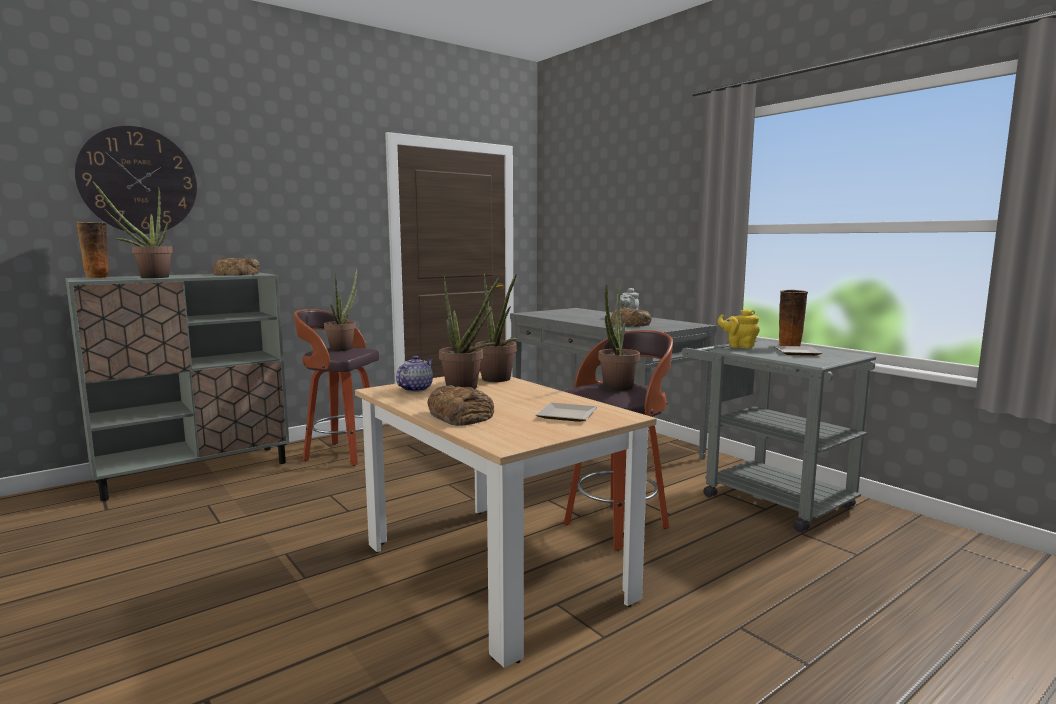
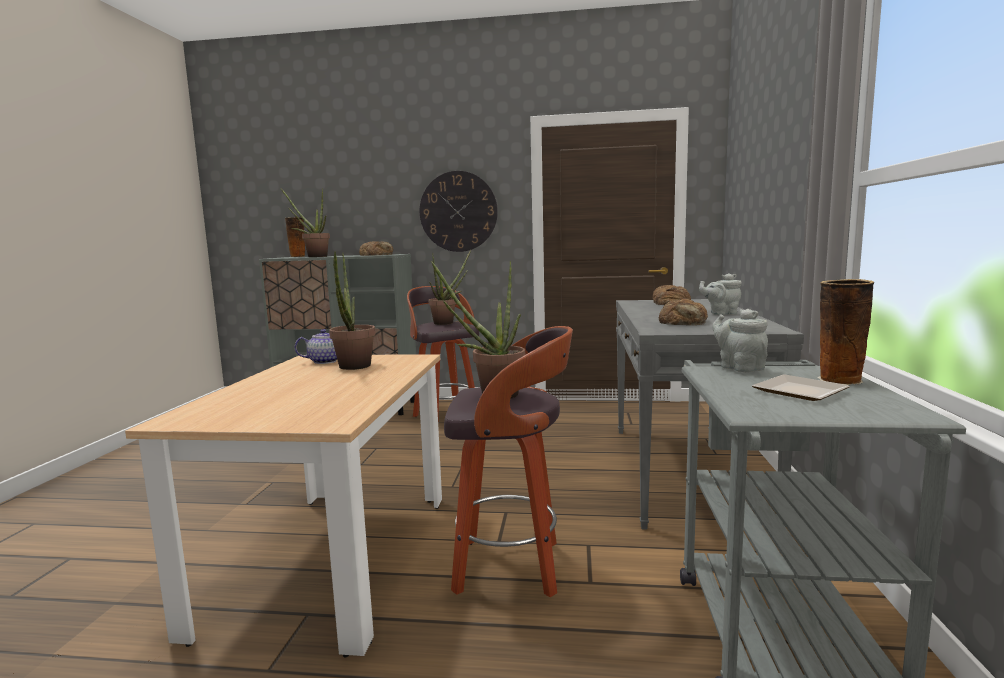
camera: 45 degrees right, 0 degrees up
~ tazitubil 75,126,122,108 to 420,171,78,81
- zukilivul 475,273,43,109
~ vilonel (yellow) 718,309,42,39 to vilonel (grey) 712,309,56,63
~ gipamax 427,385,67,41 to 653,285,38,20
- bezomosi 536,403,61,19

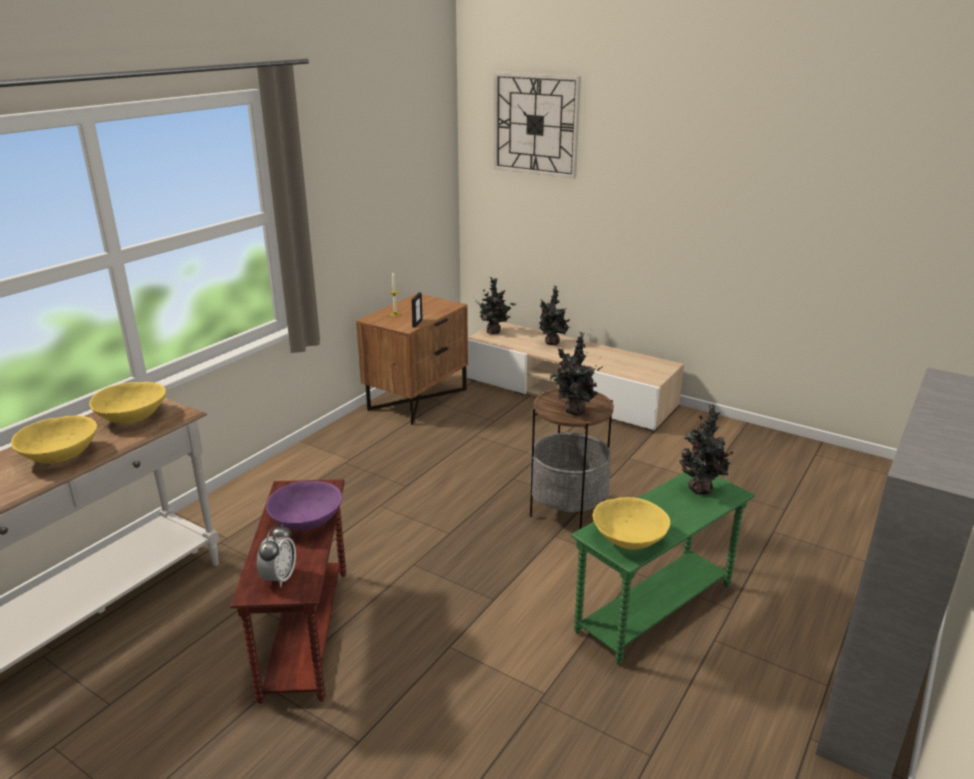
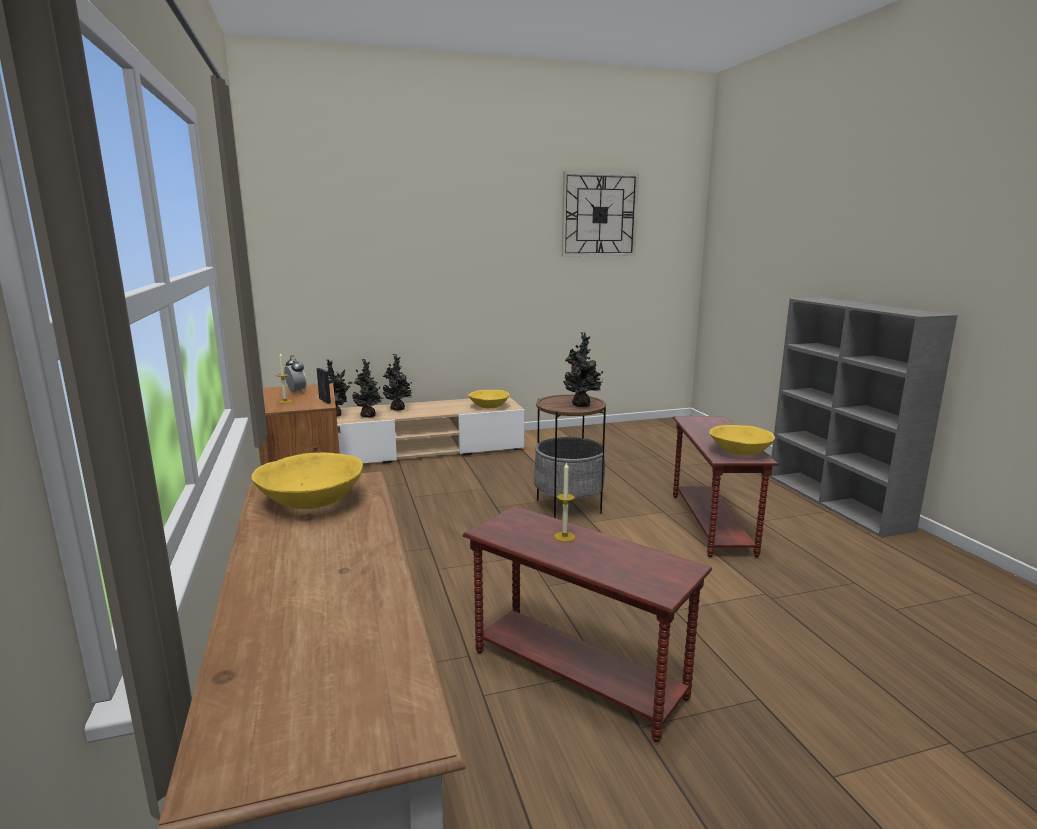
camera: 50 degrees left, 10 degrees down
~ tazitubil 494,72,87,107 to 562,172,77,85
~ zukilivul 679,404,54,91 to 352,359,32,59
~ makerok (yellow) 11,415,86,48 to 468,390,42,18
~ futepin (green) 571,468,184,197 to futepin (brown) 673,416,105,141
~ makerok (purple) 266,481,76,49 to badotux 554,462,21,80
~ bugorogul 257,524,39,64 to 284,355,23,38

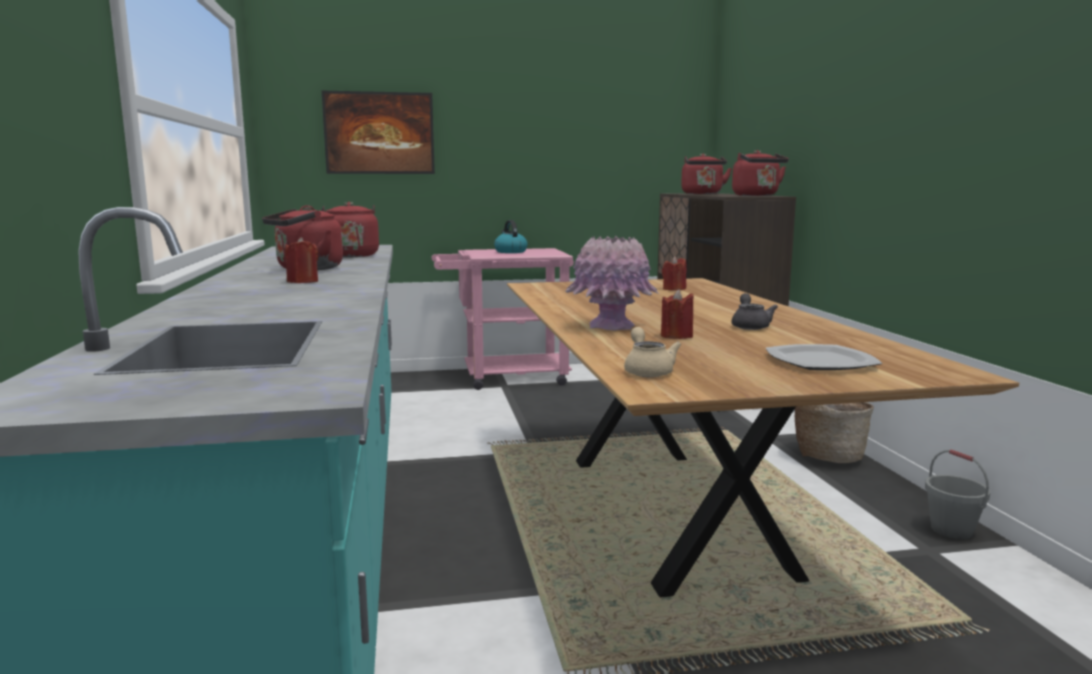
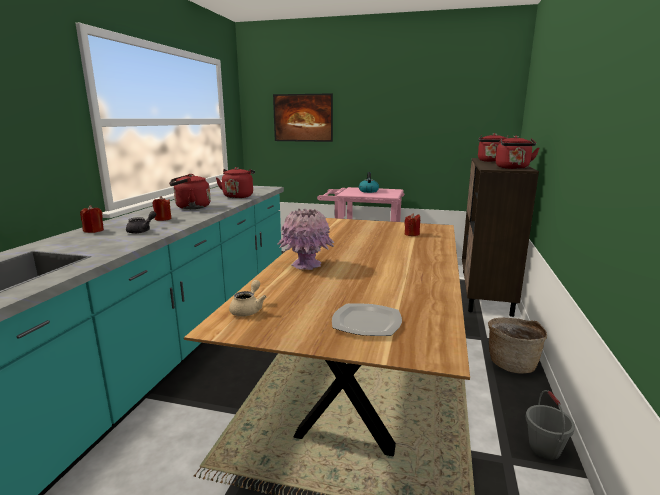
camera: 25 degrees right, 5 degrees up
~ badotux (red) 661,289,33,50 to 80,205,24,28
~ vilonel (grey) 731,293,47,37 to 126,211,30,23

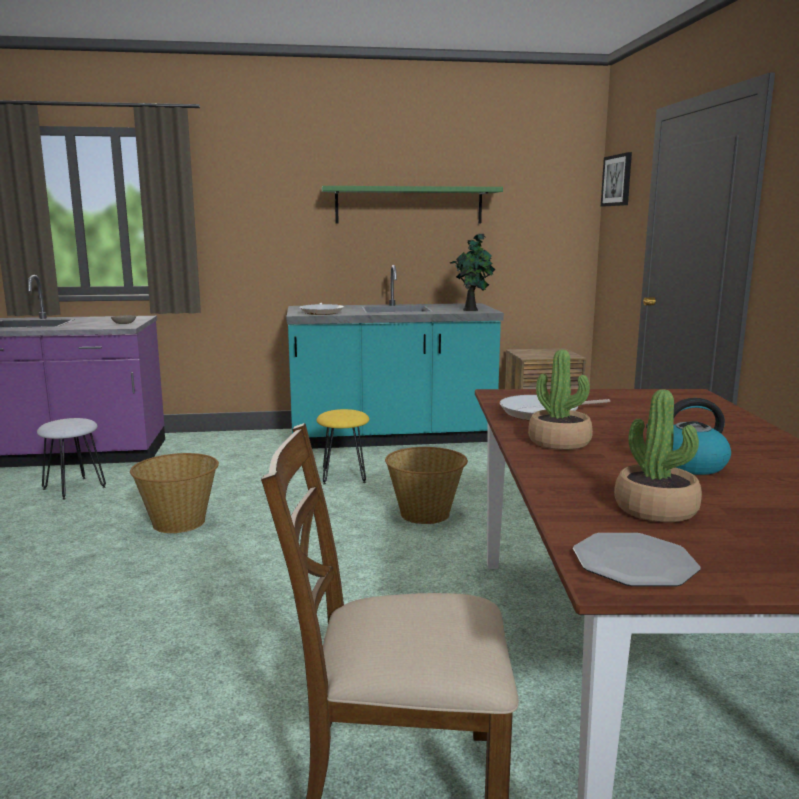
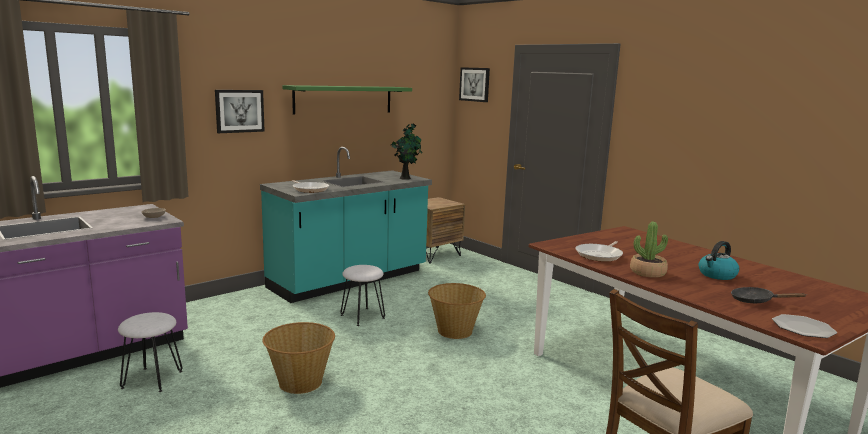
camera: 35 degrees left, 0 degrees up
~ zukilivul 614,389,88,134 to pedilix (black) 731,287,75,16
~ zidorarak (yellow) 316,409,53,75 to zidorarak (white) 340,265,45,61
+ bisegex 215,90,50,43

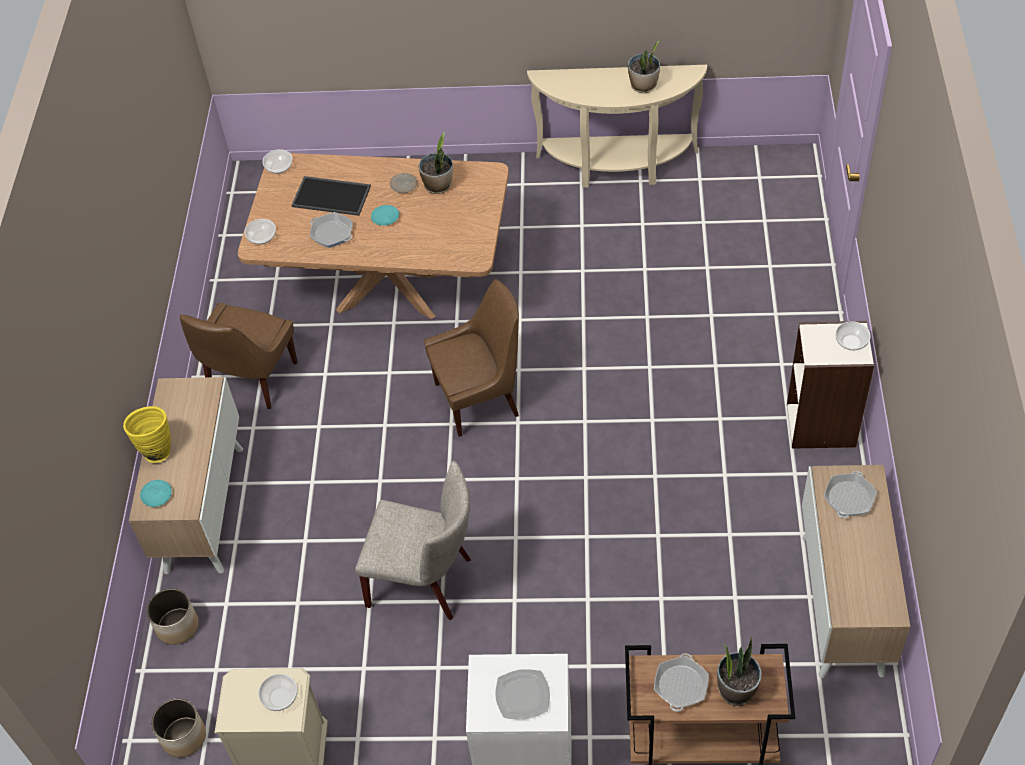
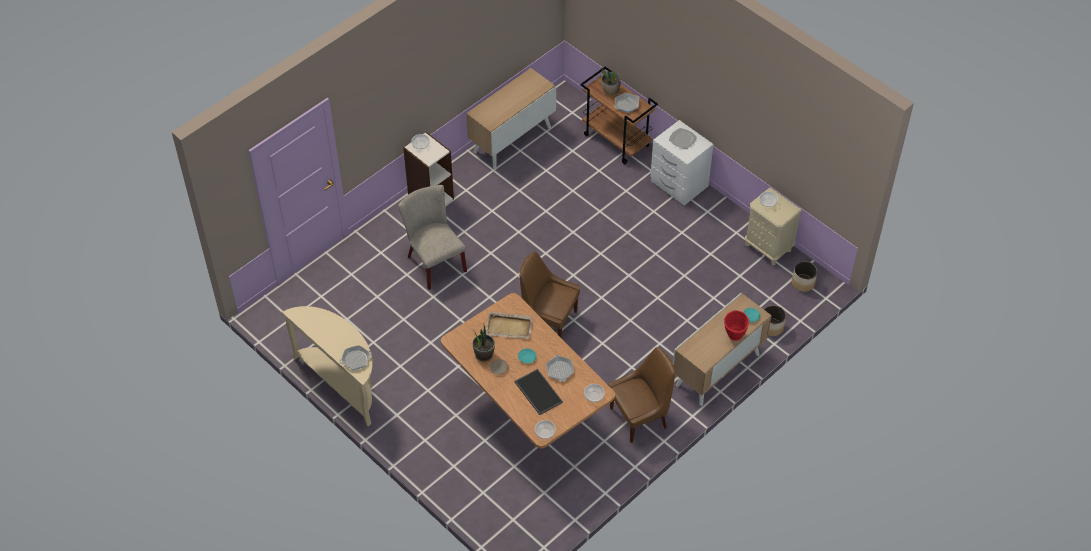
camera: 140 degrees left, 0 degrees up
- zukilivul 628,40,32,53
~ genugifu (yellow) 123,406,48,57 to genugifu (red) 724,310,25,31
~ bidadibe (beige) 355,461,116,159 to 398,185,69,105
~ pedilix 824,471,53,47 to 340,345,32,25
+ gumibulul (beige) 486,312,47,27

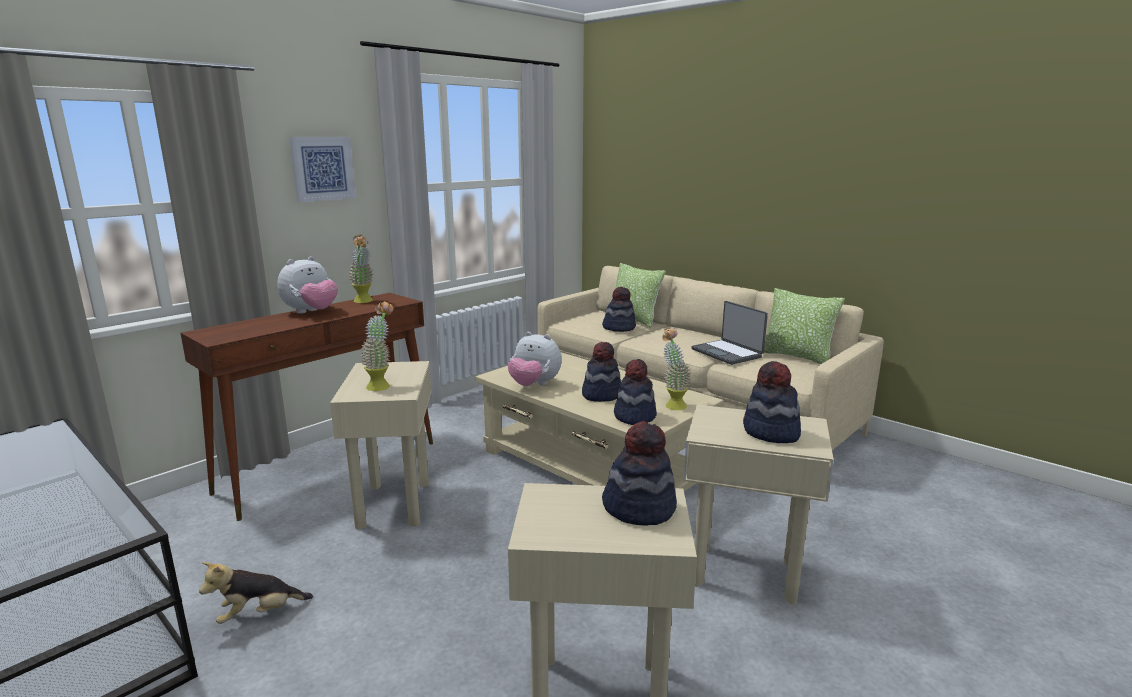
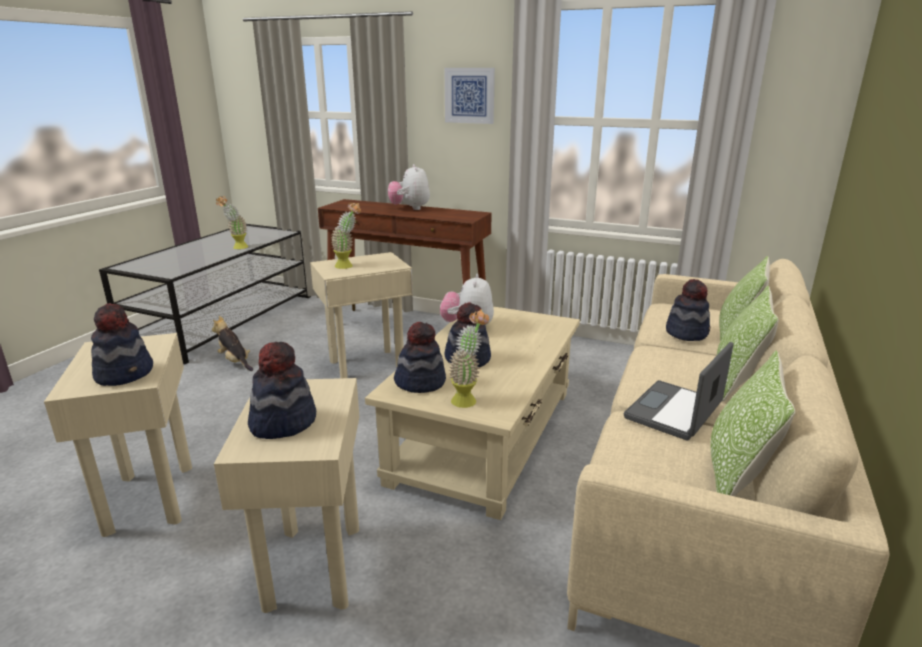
camera: 70 degrees right, 5 degrees up
~ zukilivul 348,235,26,68 to 216,196,32,53
~ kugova 277,256,61,58 = 388,164,42,46 60 degrees clockwise
+ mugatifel 717,286,62,116

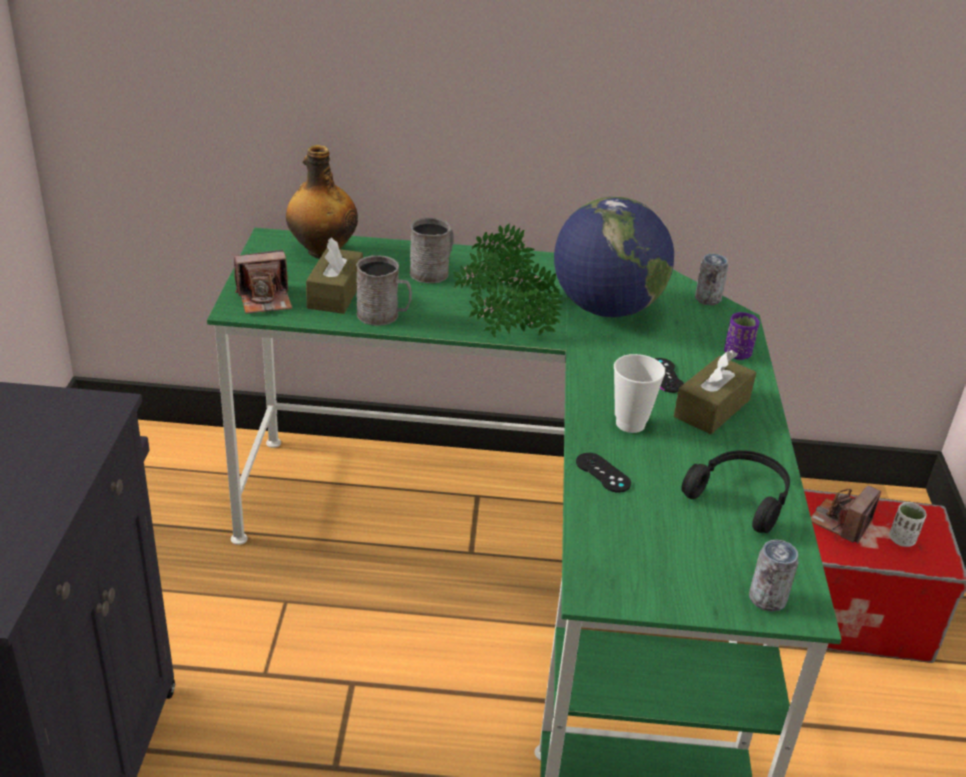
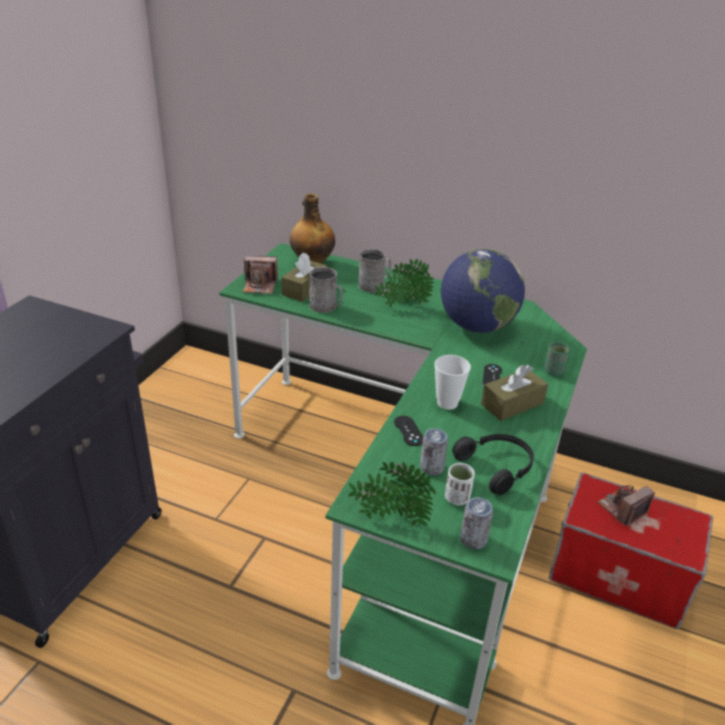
camera: 20 degrees right, 0 degrees up
~ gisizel 695,254,33,51 to 420,428,28,47
~ zukilivul 469,263,94,75 to 348,462,88,64
~ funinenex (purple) 724,312,36,48 to funinenex (green) 544,342,26,34
~ funinenex (white) 889,502,38,45 to 445,463,30,42

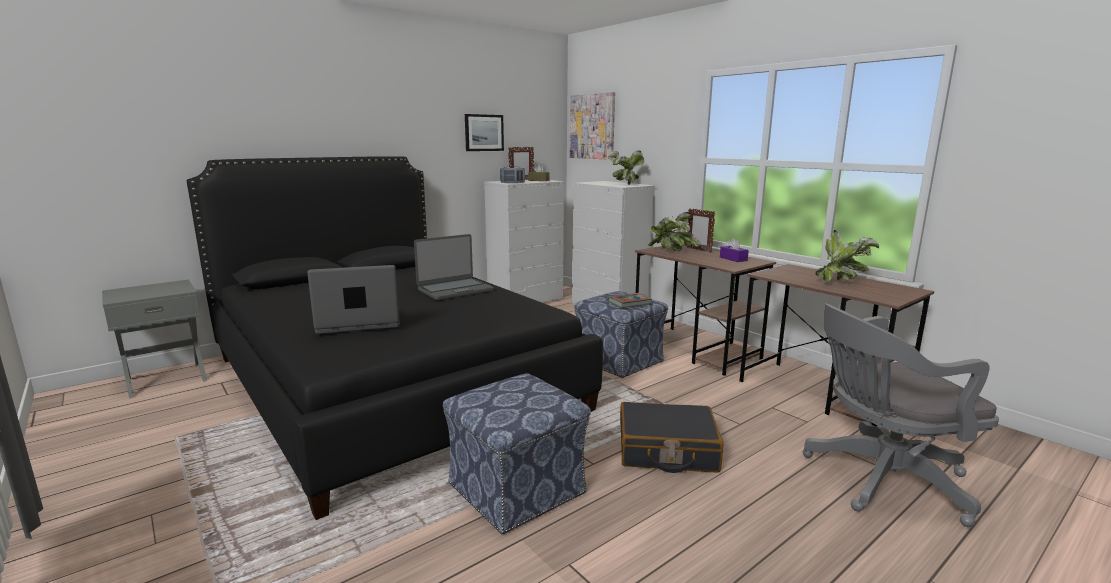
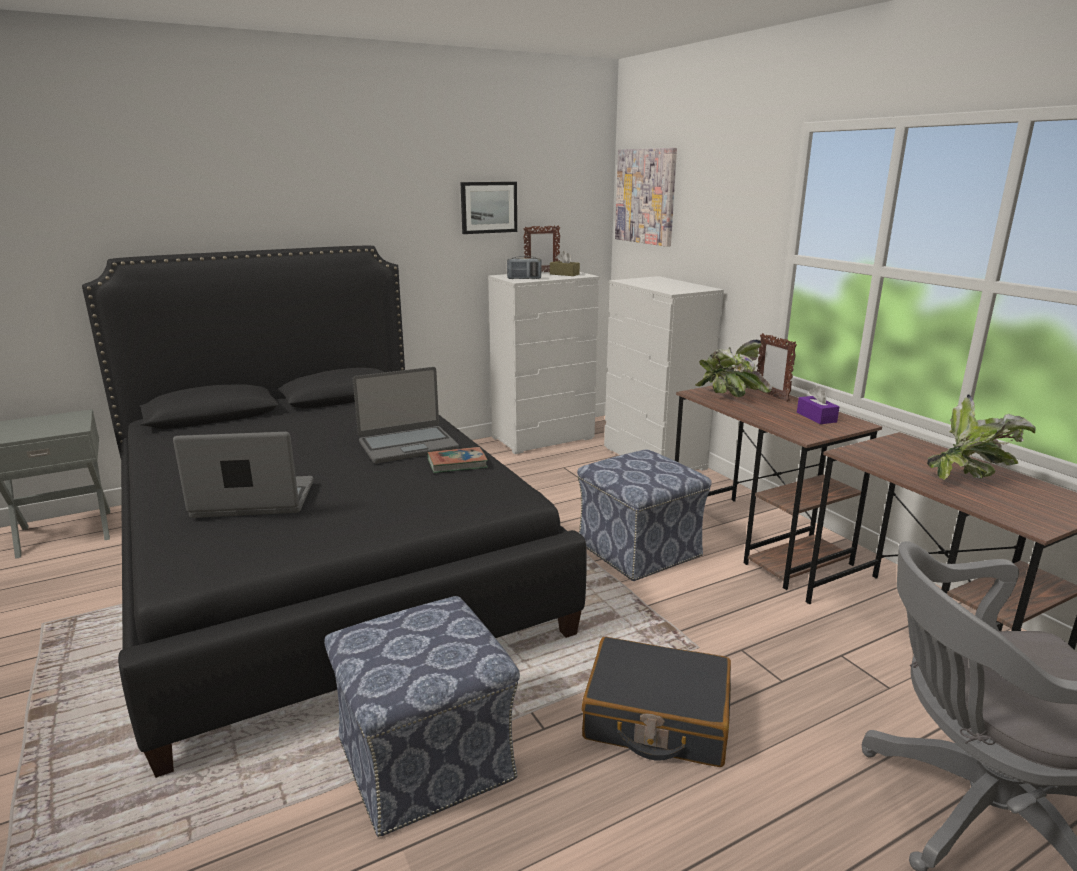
camera: 10 degrees right, 5 degrees up
- zukilivul 608,150,36,35
~ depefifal 608,293,44,15 to 428,447,60,26

